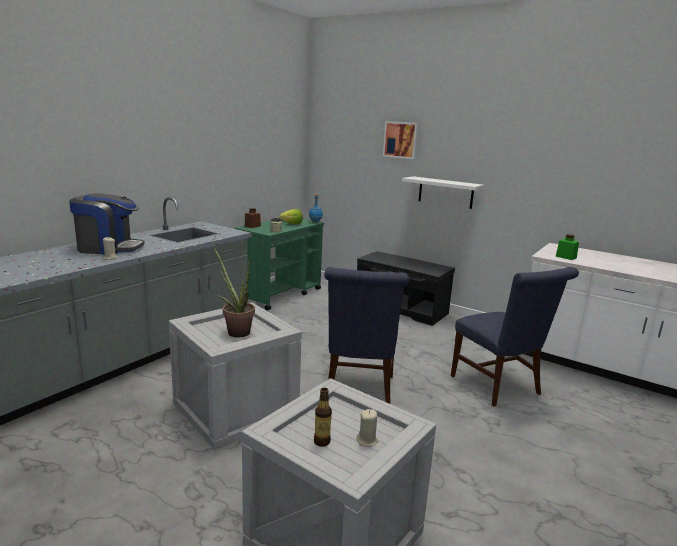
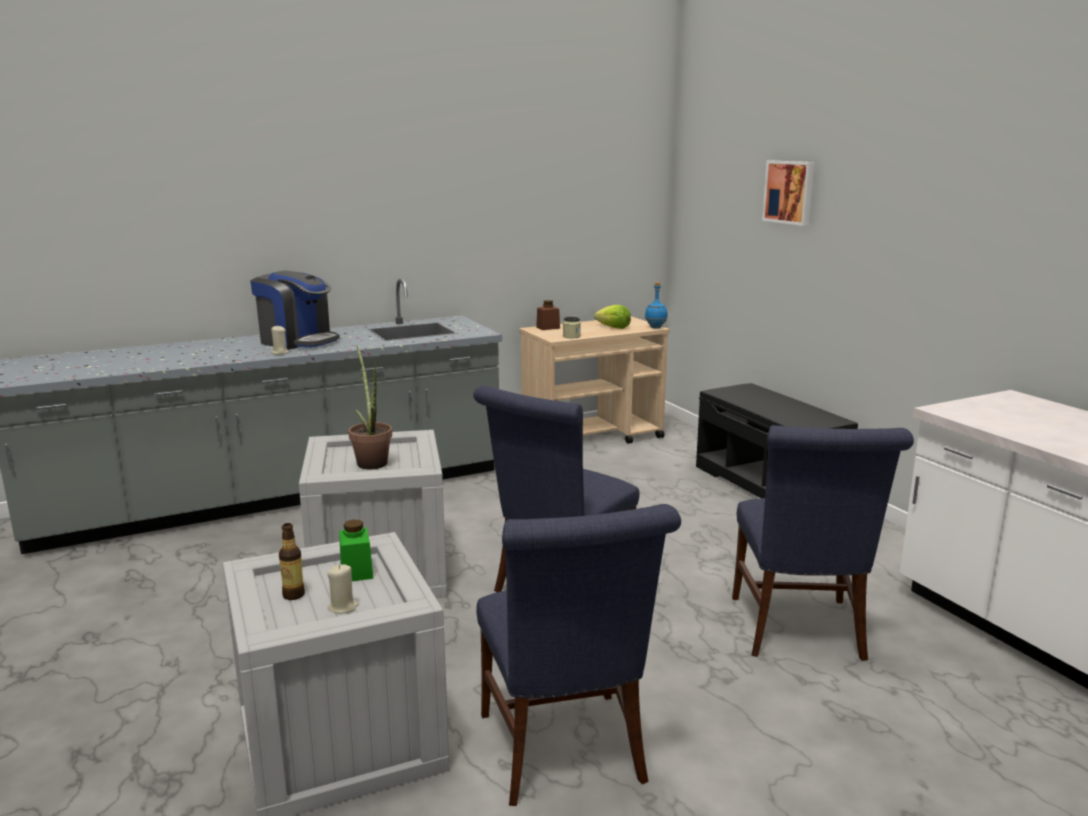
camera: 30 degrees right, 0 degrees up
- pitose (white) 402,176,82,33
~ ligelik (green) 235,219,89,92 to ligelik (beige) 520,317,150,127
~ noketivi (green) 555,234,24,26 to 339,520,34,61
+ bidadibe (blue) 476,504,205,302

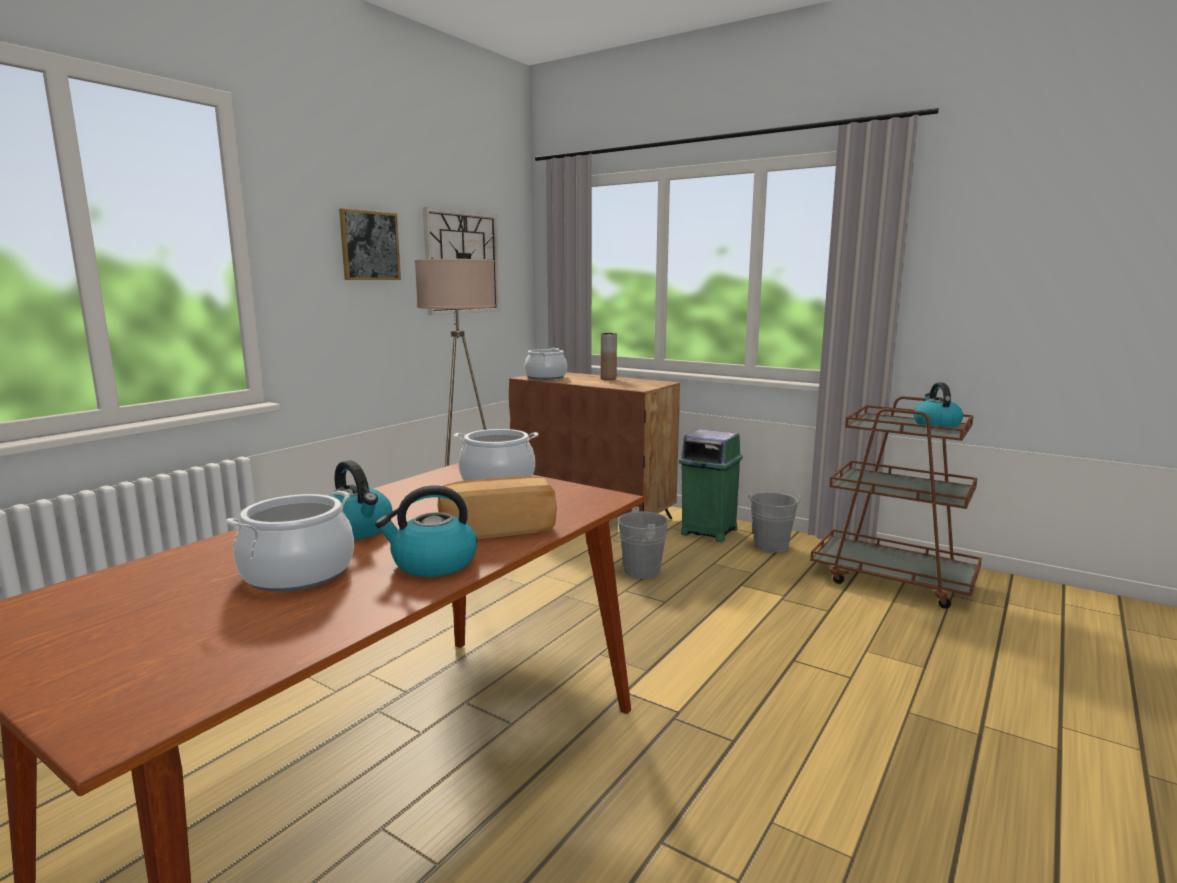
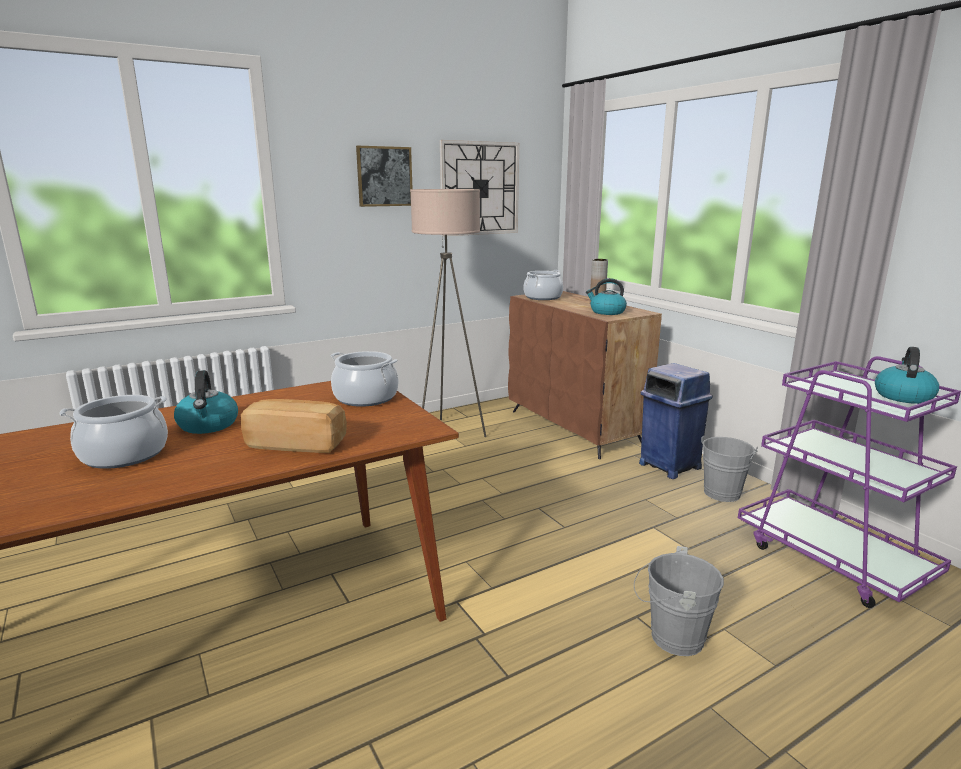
camera: 25 degrees right, 5 degrees up
~ ligelik (brown) 810,396,172,213 to ligelik (purple) 738,356,223,252
~ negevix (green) 679,429,64,113 to negevix (blue) 639,363,74,116
~ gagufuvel 375,486,102,91 to 586,278,41,37
~ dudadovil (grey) 610,507,59,72 to 634,546,90,110

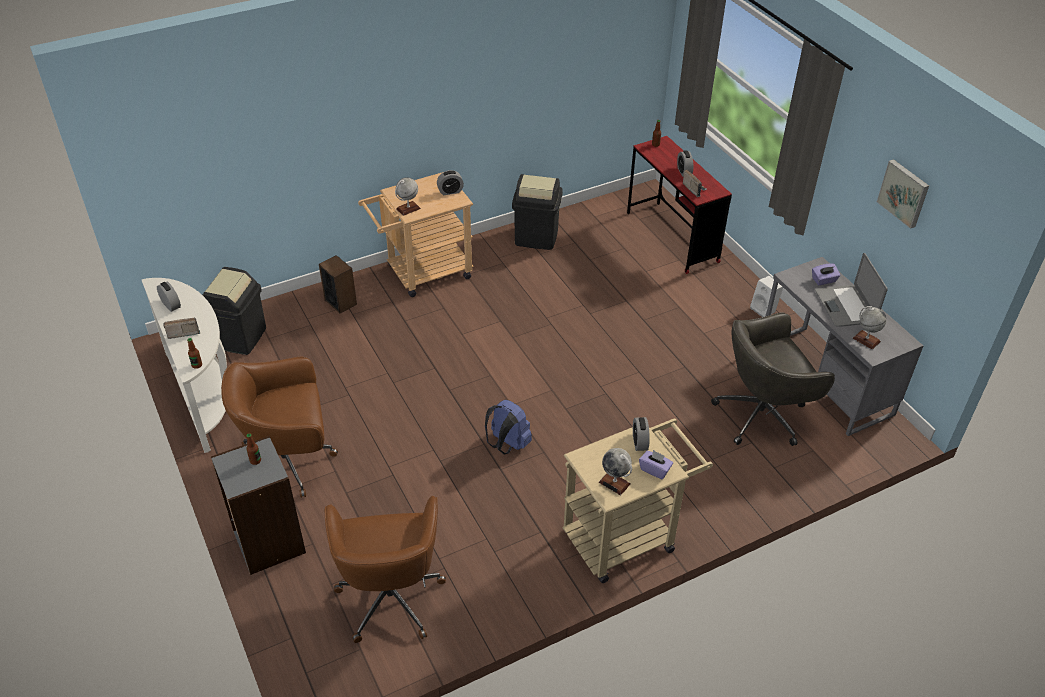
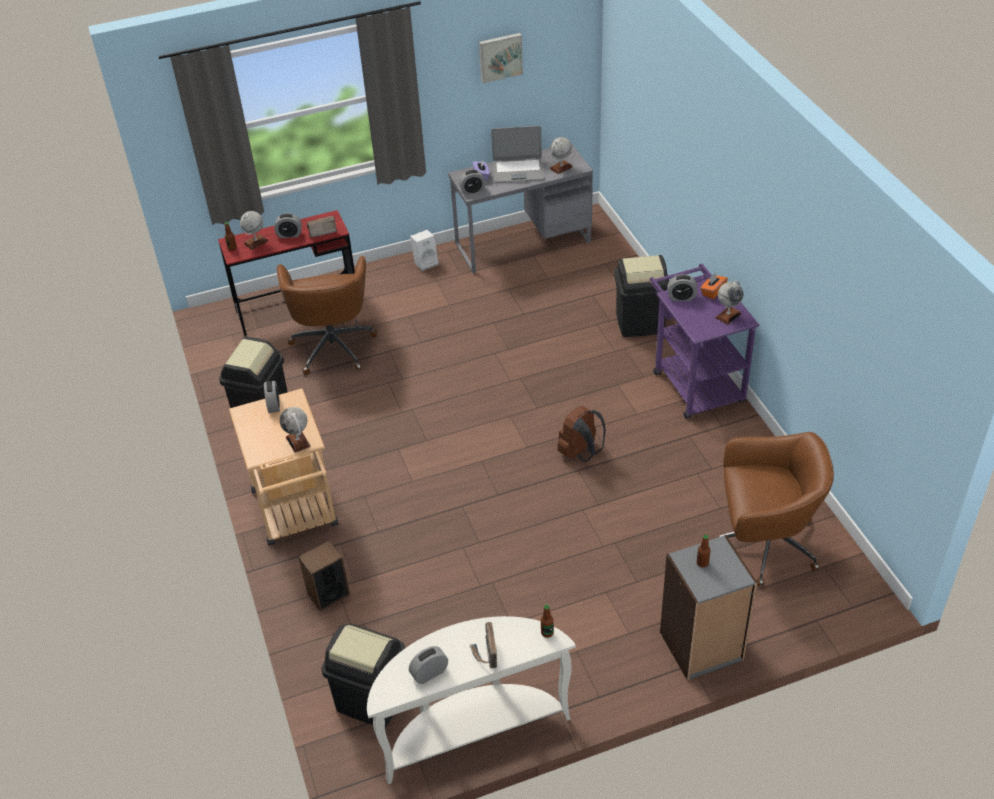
camera: 80 degrees left, 0 degrees up
- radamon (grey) 711,312,124,134
~ radamon (brown) 221,357,117,141 to 277,256,100,119
~ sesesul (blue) 485,400,47,54 to sesesul (brown) 558,406,48,55
~ ligelik (beige) 562,418,151,165 to ligelik (purple) 650,264,109,155
~ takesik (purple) 639,450,34,29 to takesik (orange) 701,273,27,26
+ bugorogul 459,169,27,26
+ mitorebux 240,211,29,39
+ negevix (black) 614,255,55,82

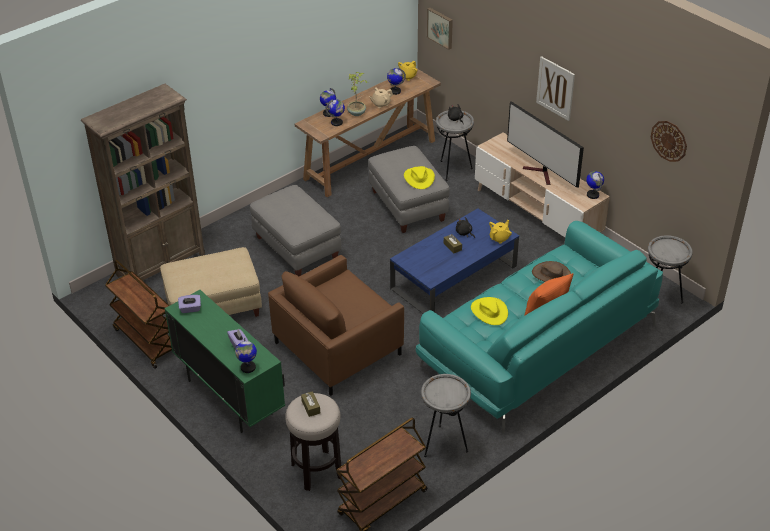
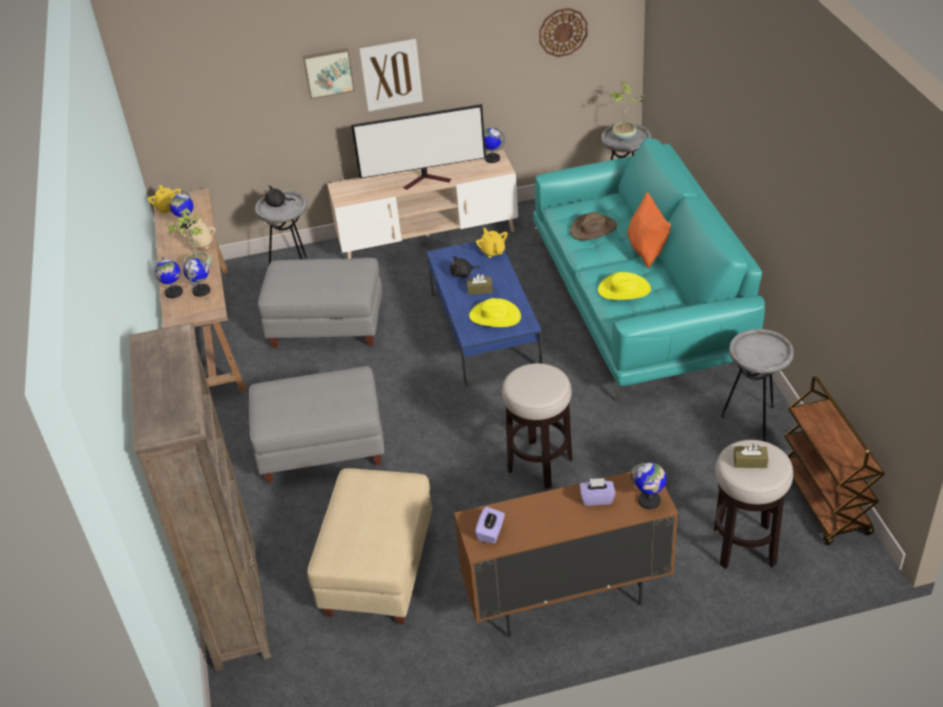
camera: 60 degrees left, 0 degrees up
~ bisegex 427,8,26,42 to 303,48,52,51
~ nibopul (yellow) 404,166,31,23 to 469,298,52,29
~ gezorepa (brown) 268,255,136,141 to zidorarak 502,363,71,126
- ligelik (brown) 105,259,67,110
~ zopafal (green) 165,290,120,143 to zopafal (brown) 454,470,224,168
+ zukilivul 610,81,37,60

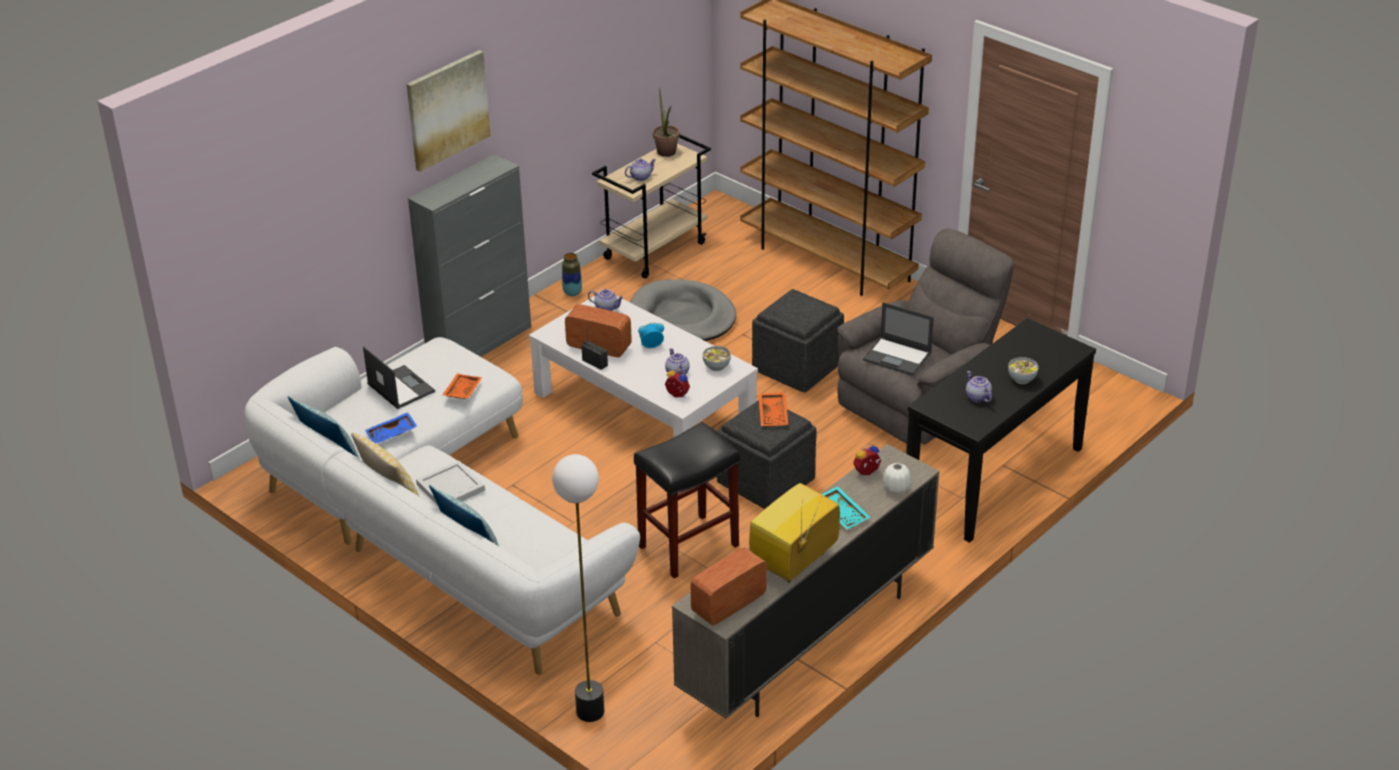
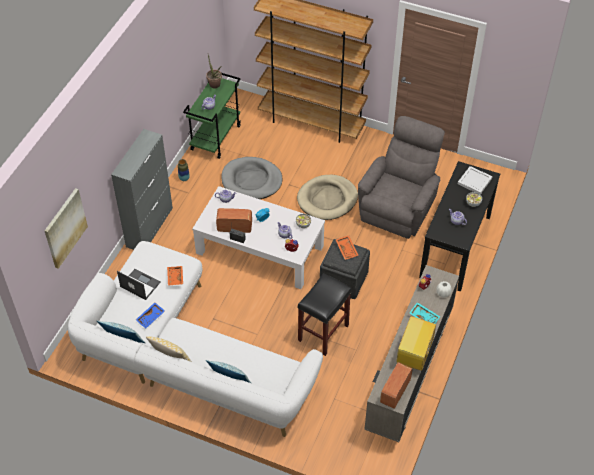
camera: 20 degrees left, 15 degrees up
~ bisegex 407,50,84,122 to 45,188,43,81
~ ligelik (beige) 592,134,119,144 to ligelik (green) 183,73,58,86
~ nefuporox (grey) 752,289,92,103 to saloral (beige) 297,175,61,45
- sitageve 863,302,71,74
- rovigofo 552,454,52,268
~ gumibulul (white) 416,460,69,46 to 458,166,35,28

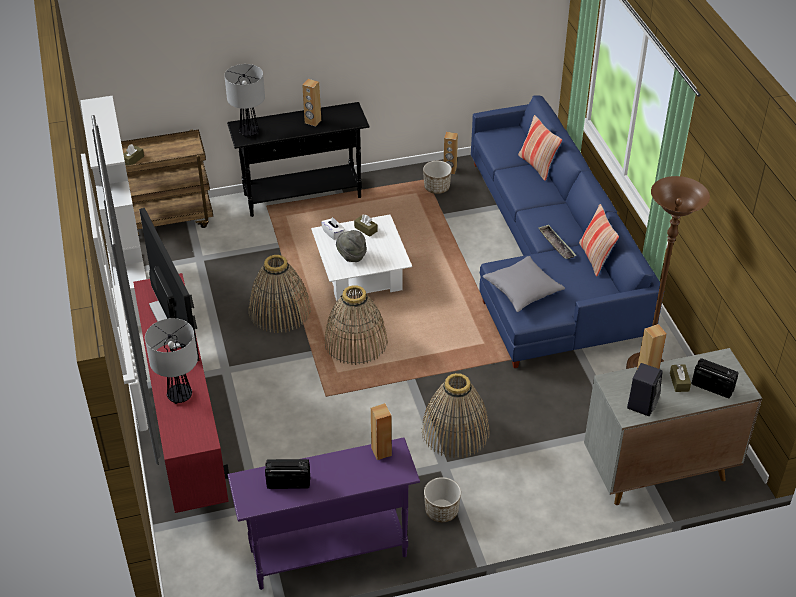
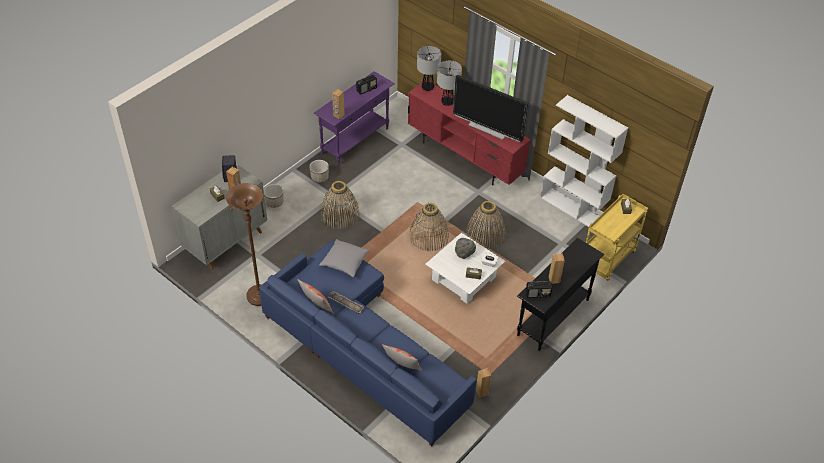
camera: 145 degrees right, 5 degrees up
~ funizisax 224,64,41,73 to 417,46,24,45
~ ligelik (brown) 121,129,92,107 to ligelik (yellow) 586,194,62,86
~ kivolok 423,161,29,33 to 264,184,20,24
~ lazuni 692,358,46,40 to 526,281,26,17

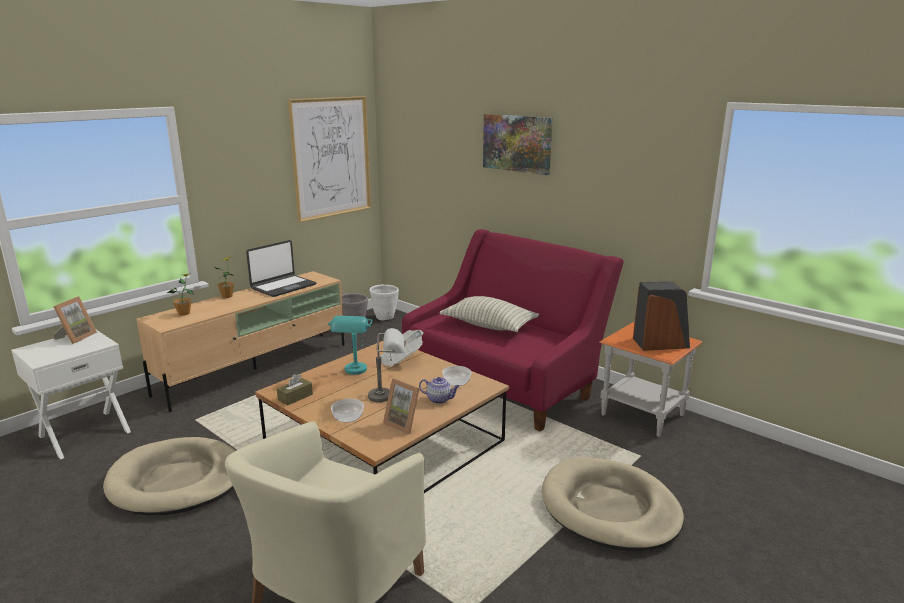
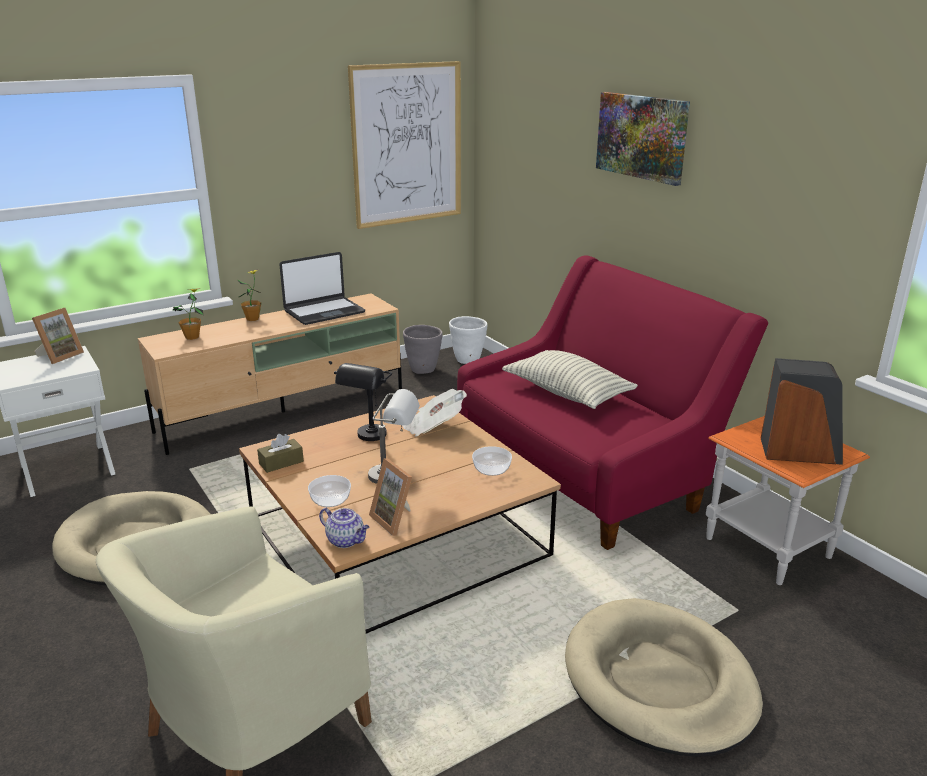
camera: 15 degrees right, 5 degrees up
~ funizisax (turquoise) 328,316,45,59 to funizisax (black) 334,363,58,78
~ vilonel 419,377,41,27 to 319,508,51,40

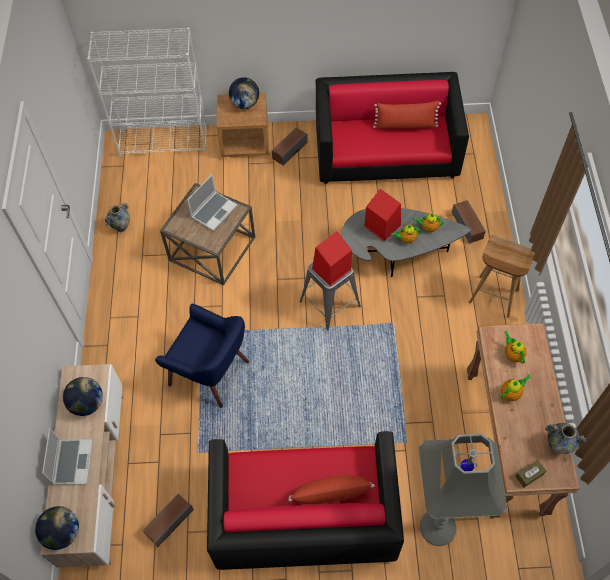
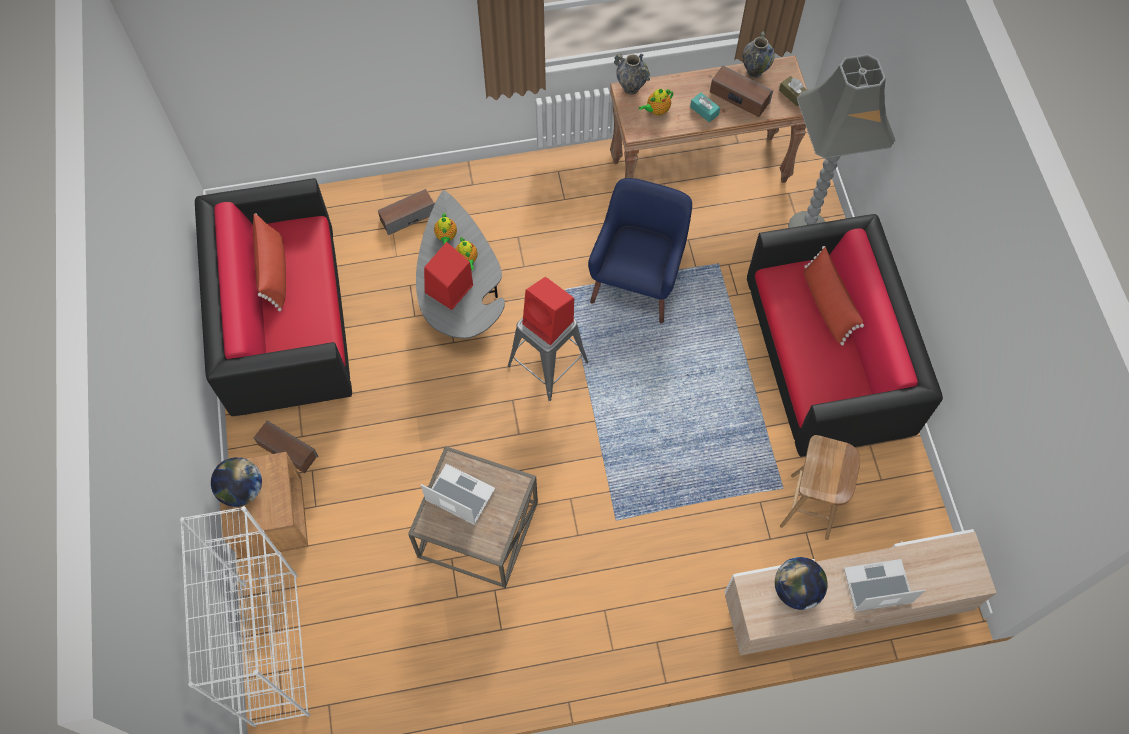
camera: 100 degrees left, 5 degrees up
~ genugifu 105,203,25,29 to 614,54,36,40
~ zidorarak (brown) 469,235,66,83 to 780,435,80,105
~ gezorepa (blue) 155,304,94,104 to 588,178,104,145
~ vilonel 501,375,30,26 to takesik (turquoise) 690,92,30,31
~ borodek 142,494,52,53 to 710,65,63,52
- mitorebux 35,506,44,44

